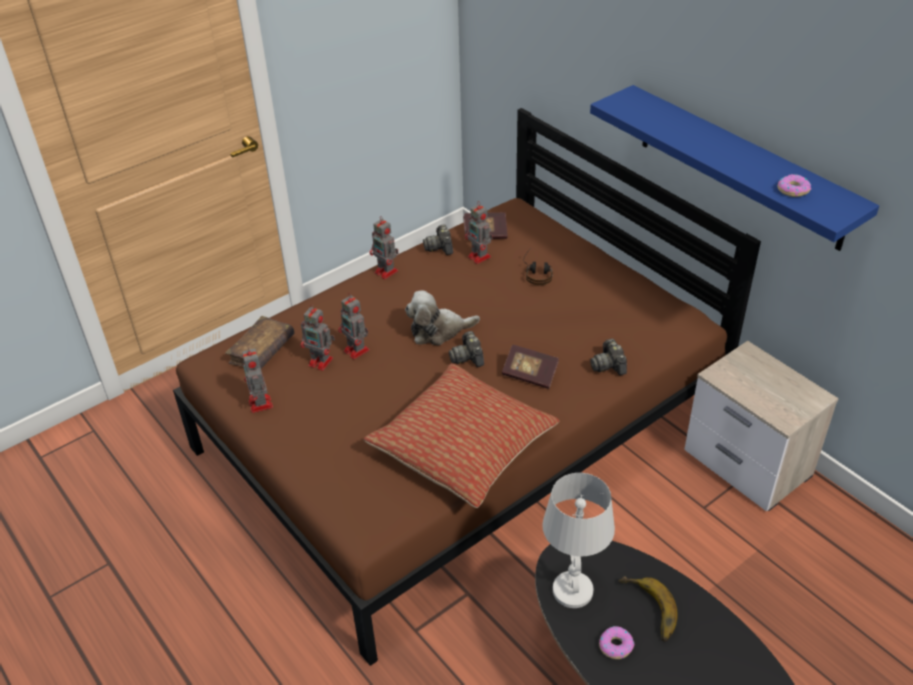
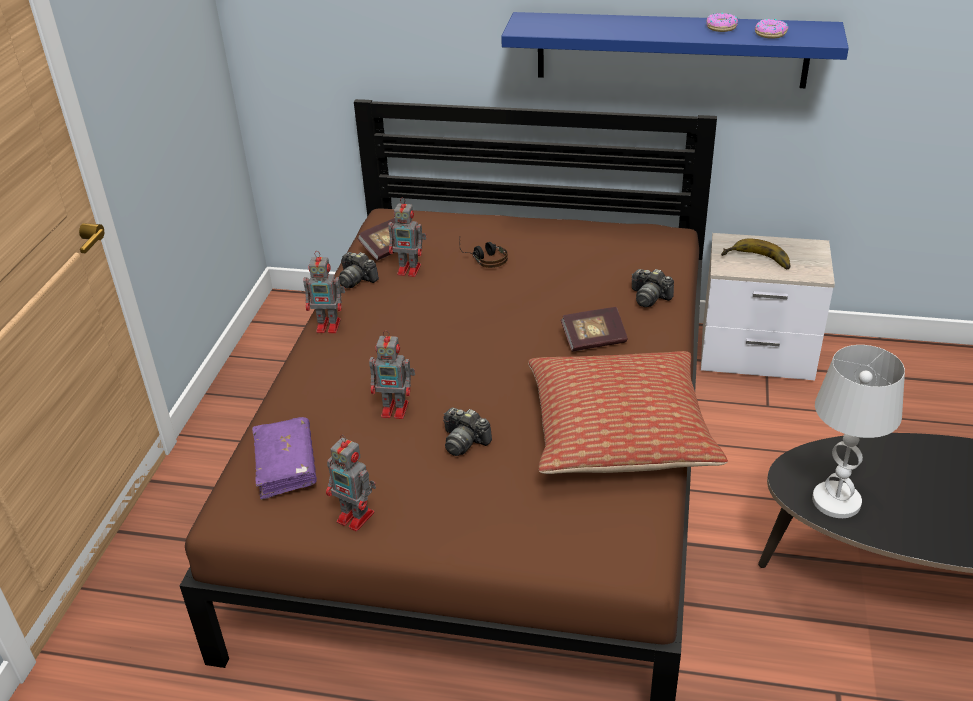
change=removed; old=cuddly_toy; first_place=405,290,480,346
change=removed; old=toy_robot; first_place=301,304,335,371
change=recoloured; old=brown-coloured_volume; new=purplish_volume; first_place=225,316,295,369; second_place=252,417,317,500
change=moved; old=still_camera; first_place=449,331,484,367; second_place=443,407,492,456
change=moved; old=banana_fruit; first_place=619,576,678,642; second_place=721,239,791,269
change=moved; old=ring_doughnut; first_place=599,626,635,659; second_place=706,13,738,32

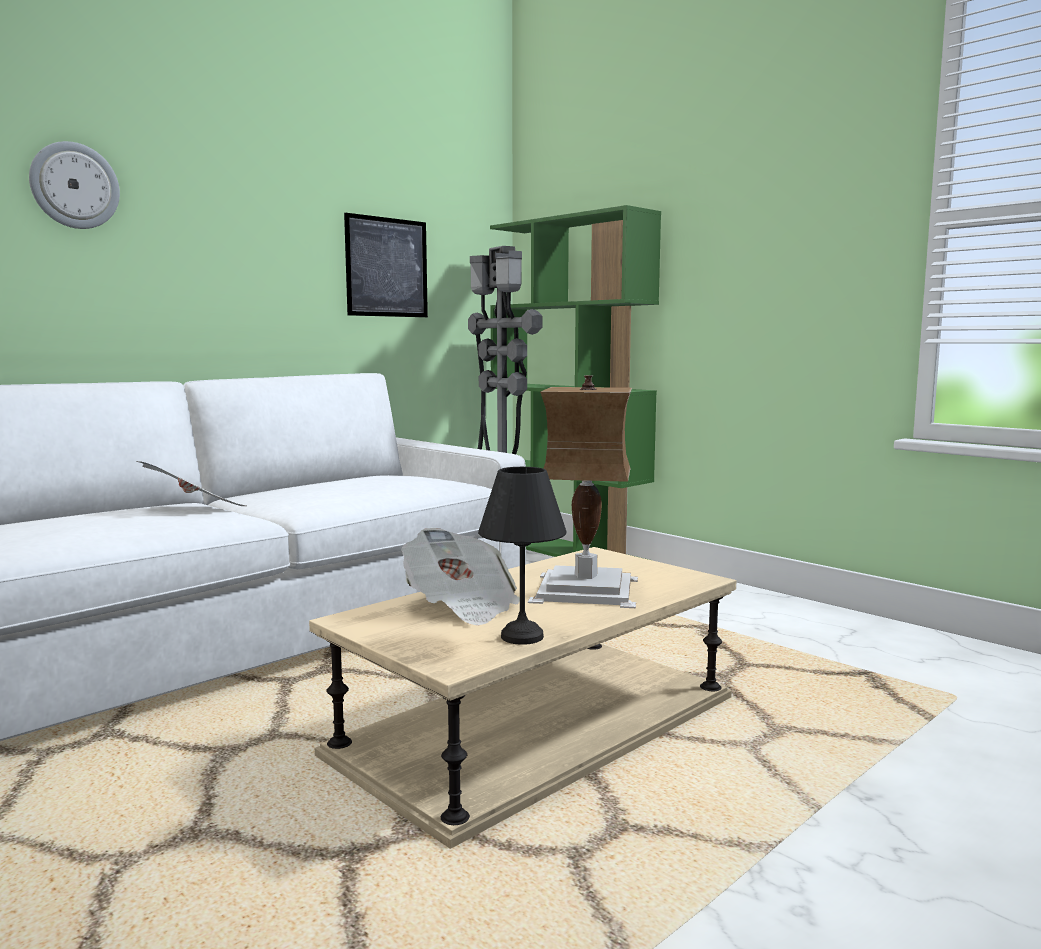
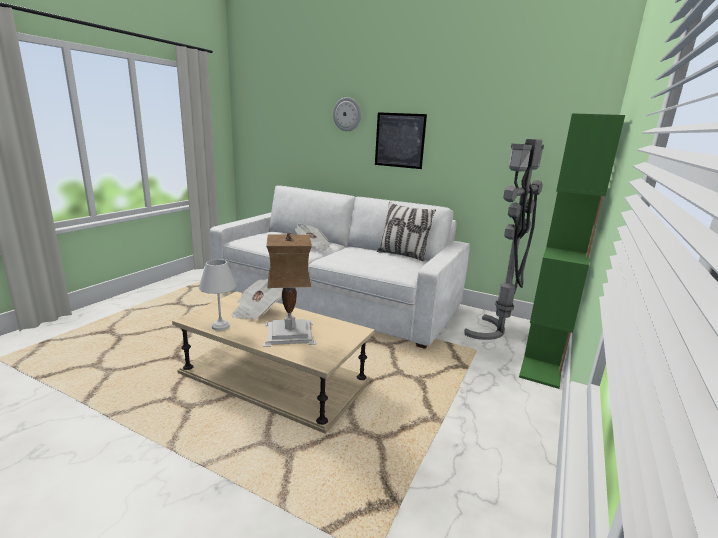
change=moved; old=wall_picture; first_place=344,213,428,317; second_place=375,112,427,169
change=recoloured; old=black-coloured_table_lamp; new=whitish_table_lamp; first_place=478,467,566,645; second_place=199,259,237,331
change=added; new=cushion; second_place=377,202,436,261

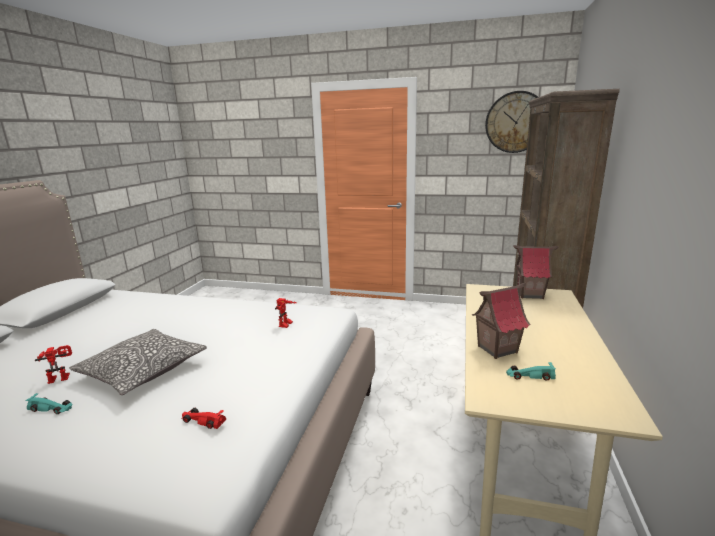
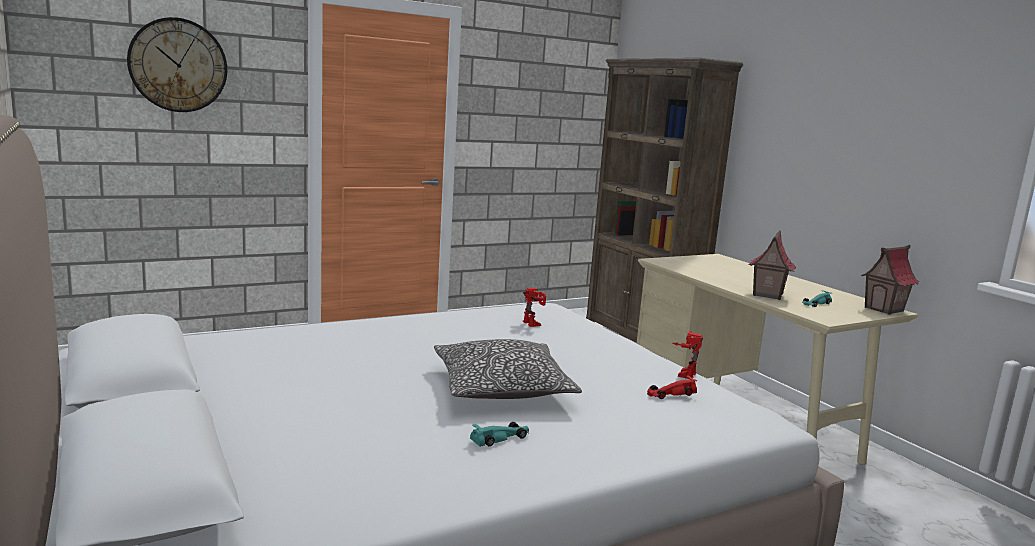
change=moved; old=hanging_clock; first_place=485,91,539,153; second_place=127,17,227,112
change=moved; old=miniature_house; first_place=513,245,559,299; second_place=861,245,919,315
change=moved; old=toy_robot; first_place=35,345,72,384; second_place=672,331,703,379

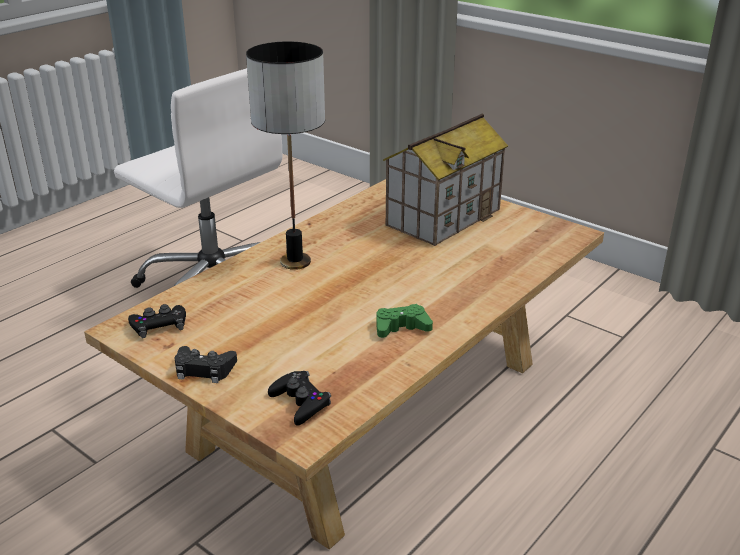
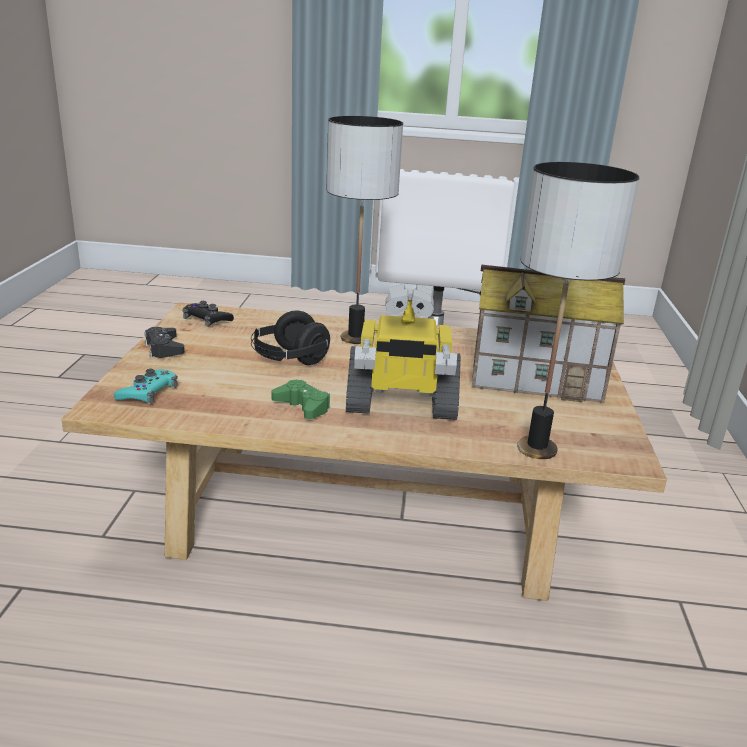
change=recoloured; old=black-coloured_gamepad; new=turquoise-coloured_gamepad; first_place=268,371,331,426; second_place=114,369,178,404
change=added; new=table_lamp; second_place=517,162,639,459
change=added; new=toy_robot; second_place=346,284,461,420
change=added; new=black-coloured_headset; second_place=251,311,330,365

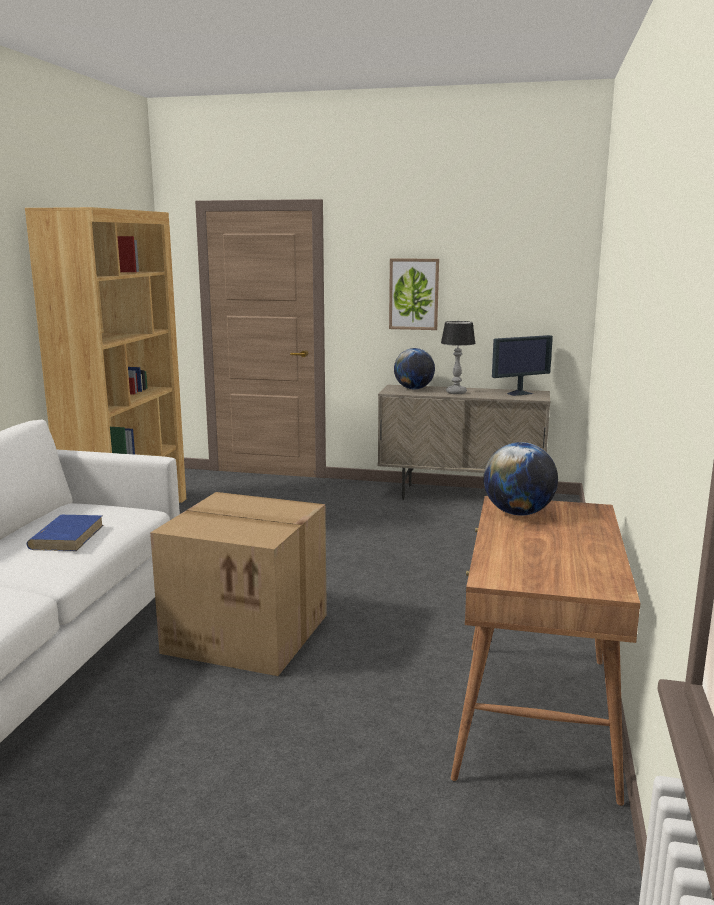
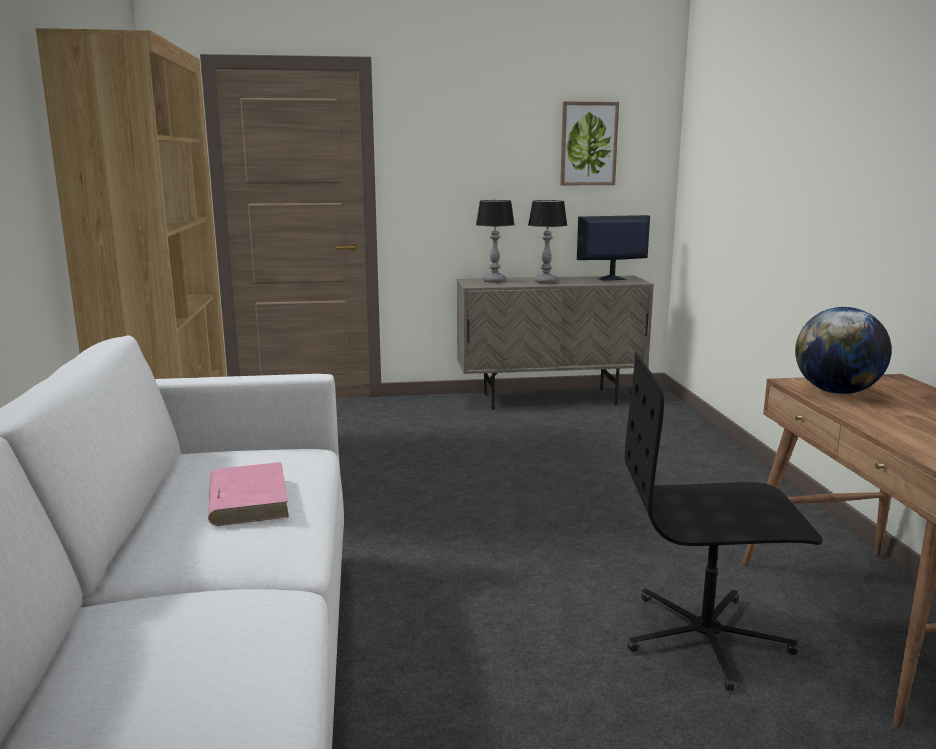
change=moved; old=wall_picture; first_place=389,258,439,330; second_place=560,102,619,185
change=turned; old=computer_display; first_place=492,335,553,396; second_place=577,215,650,281; degrees=-150
change=replaced; old=world_globe; new=table_lamp; first_place=394,348,435,389; second_place=476,200,515,283
change=removed; old=carton; first_place=150,492,327,676
change=recoloured; old=blue_volume; new=pink_volume; first_place=26,515,104,551; second_place=208,462,289,526
change=added; new=black-coloured_computer_chair; second_place=625,352,823,691

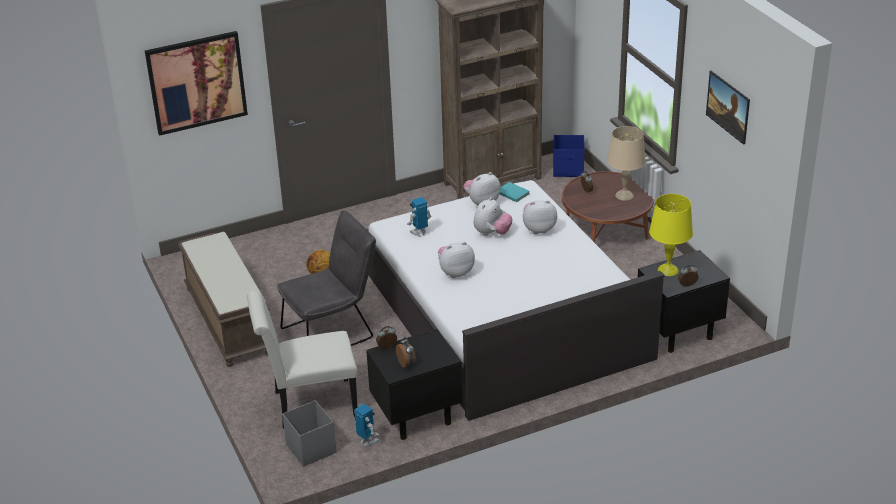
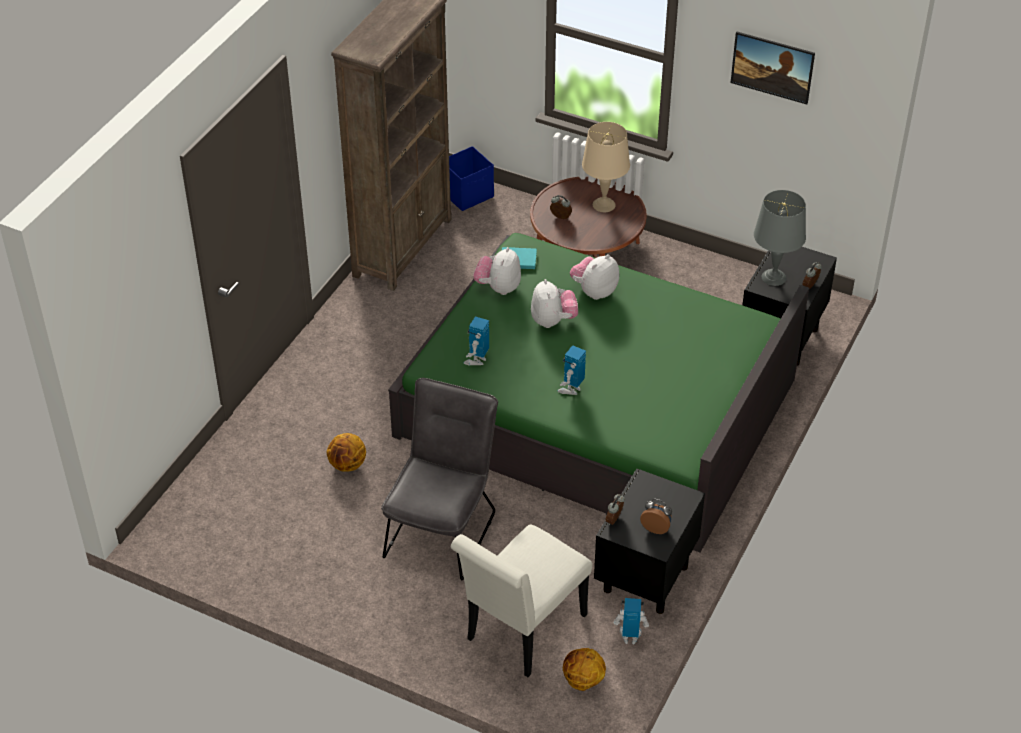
change=removed; old=wall_picture; first_place=145,31,248,136
change=recoloured; old=whitish_sleeping_bed; new=green_sleeping_bed; first_place=367,180,664,421; second_place=388,233,809,552
change=recoloured; old=yellowish_table_lamp; new=greyish_table_lamp; first_place=649,194,693,276; second_place=754,190,806,286
change=removed; old=brown-coloured_indoor_bench; first_place=178,232,270,367
change=replaced; old=cuddly_toy; new=toy_robot; first_place=438,242,475,278; second_place=558,345,586,395
change=replaced; old=greyish_storage_container; new=basketball_ball; first_place=282,400,337,466; second_place=563,648,606,691

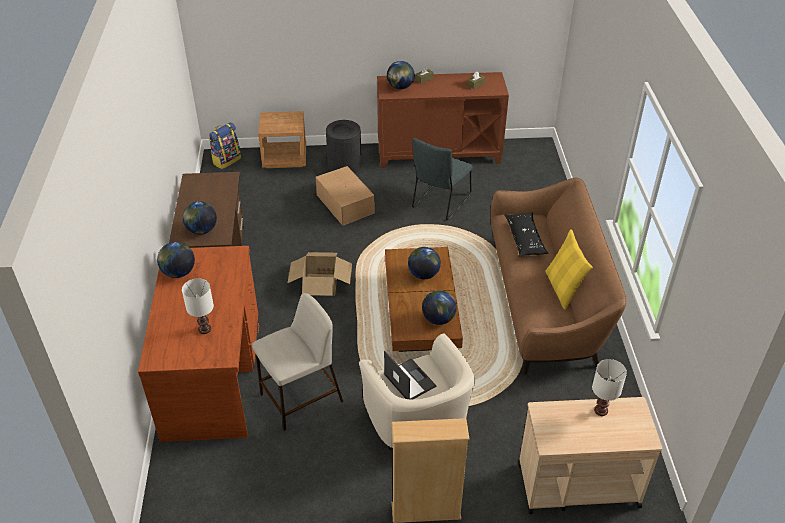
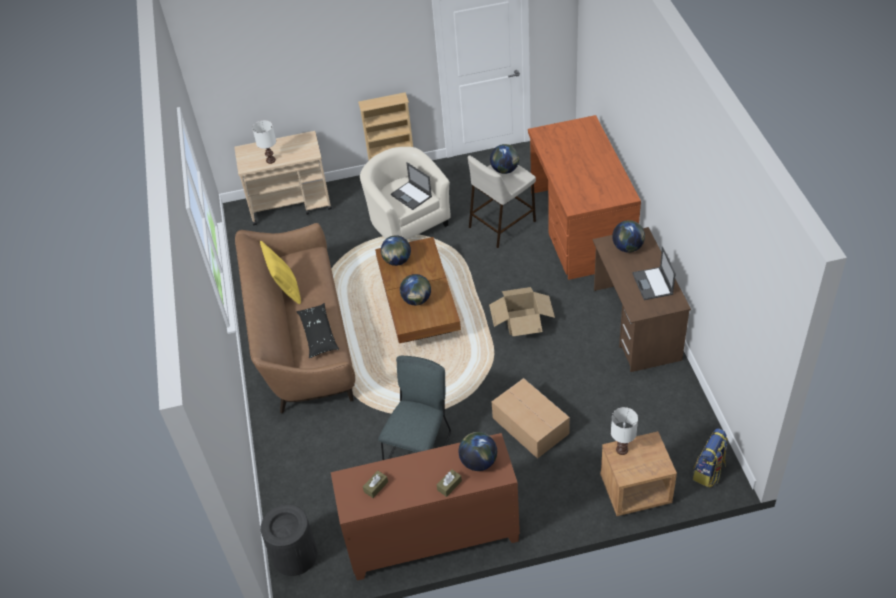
change=moved; old=black-coloured_waste_bin; first_place=326,120,362,174; second_place=261,504,317,576
change=moved; old=world_globe; first_place=157,242,195,278; second_place=490,144,519,174
change=moved; old=whitish_table_lamp; first_place=182,278,214,334; second_place=611,407,638,455
change=added; new=notebook_computer; second_place=632,247,676,300

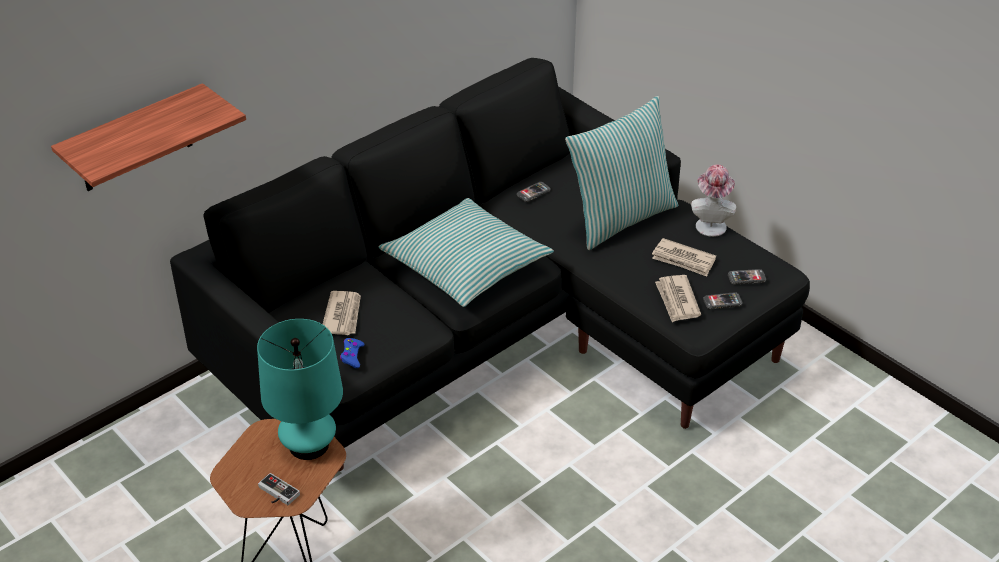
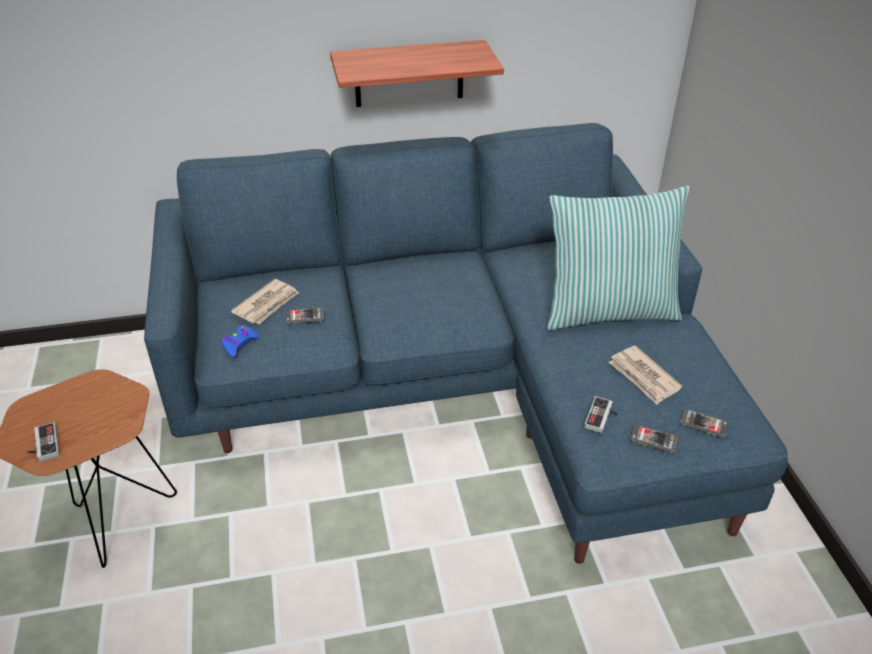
change=recoloured; old=black-coloured_sofa; new=blue_sofa; first_place=170,58,810,471; second_place=144,123,788,564
change=moved; old=bracket_shelf; first_place=51,83,246,191; second_place=330,40,504,107
change=removed; old=wearable_hat; first_place=691,165,736,237
change=moved; old=phone; first_place=517,182,550,202; second_place=285,307,325,324
change=removed; old=cushion; first_place=379,198,554,307
change=replaced; old=printed_paper; new=gamepad; first_place=655,275,701,322; second_place=584,396,618,433
change=removed; old=turquoise-coloured_table_lamp; first_place=257,319,343,460

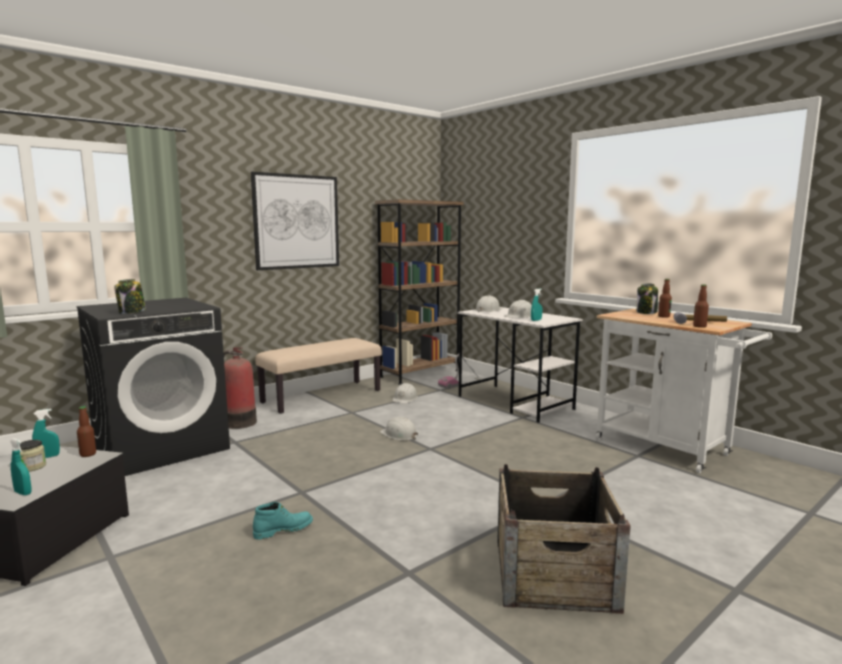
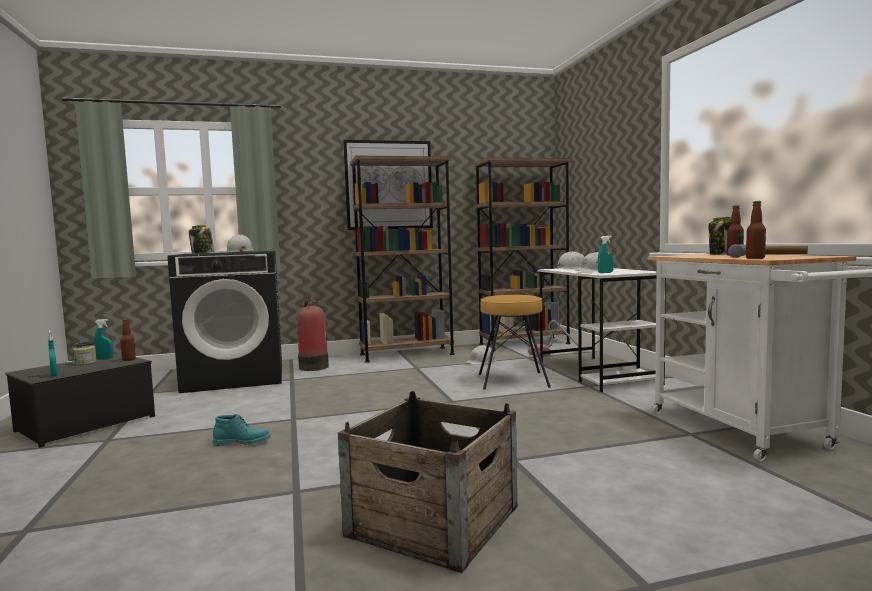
change=replaced; old=beige_indoor_bench; new=brown-coloured_shelving_unit; first_place=255,338,382,414; second_place=350,156,455,363
change=moved; old=whitish_hard_hat; first_place=380,417,418,441; second_place=226,234,253,252
change=added; new=brown-coloured_sitting_stool; second_place=479,295,551,390

